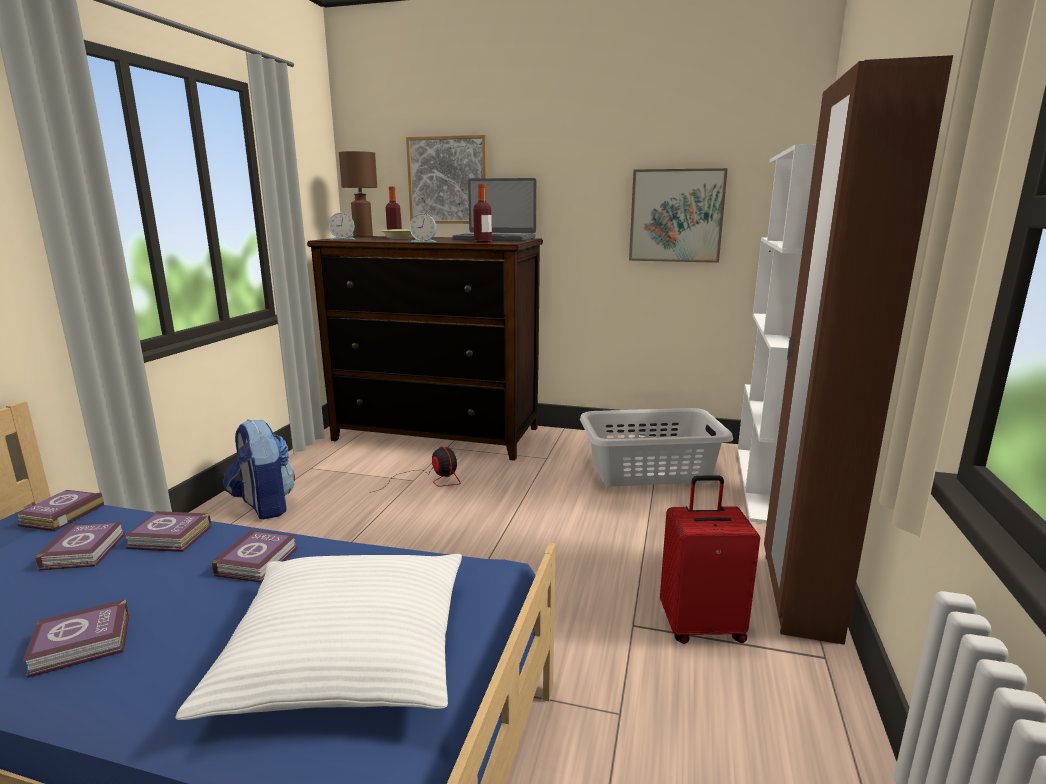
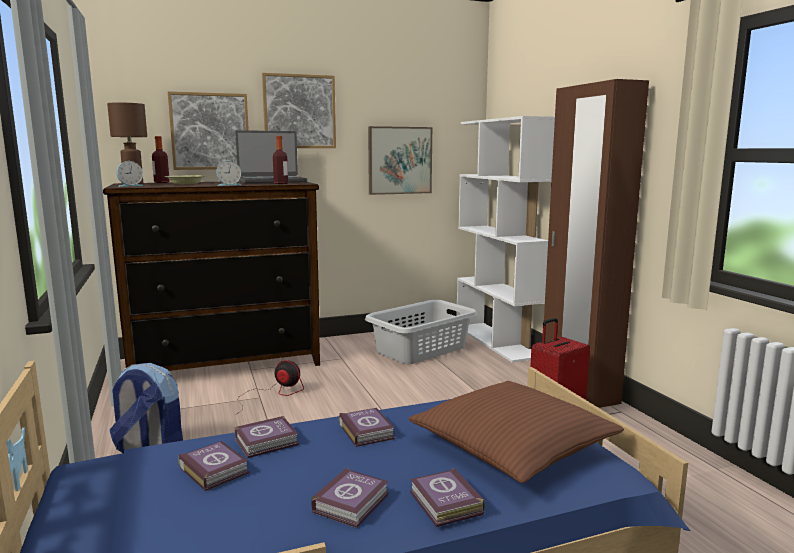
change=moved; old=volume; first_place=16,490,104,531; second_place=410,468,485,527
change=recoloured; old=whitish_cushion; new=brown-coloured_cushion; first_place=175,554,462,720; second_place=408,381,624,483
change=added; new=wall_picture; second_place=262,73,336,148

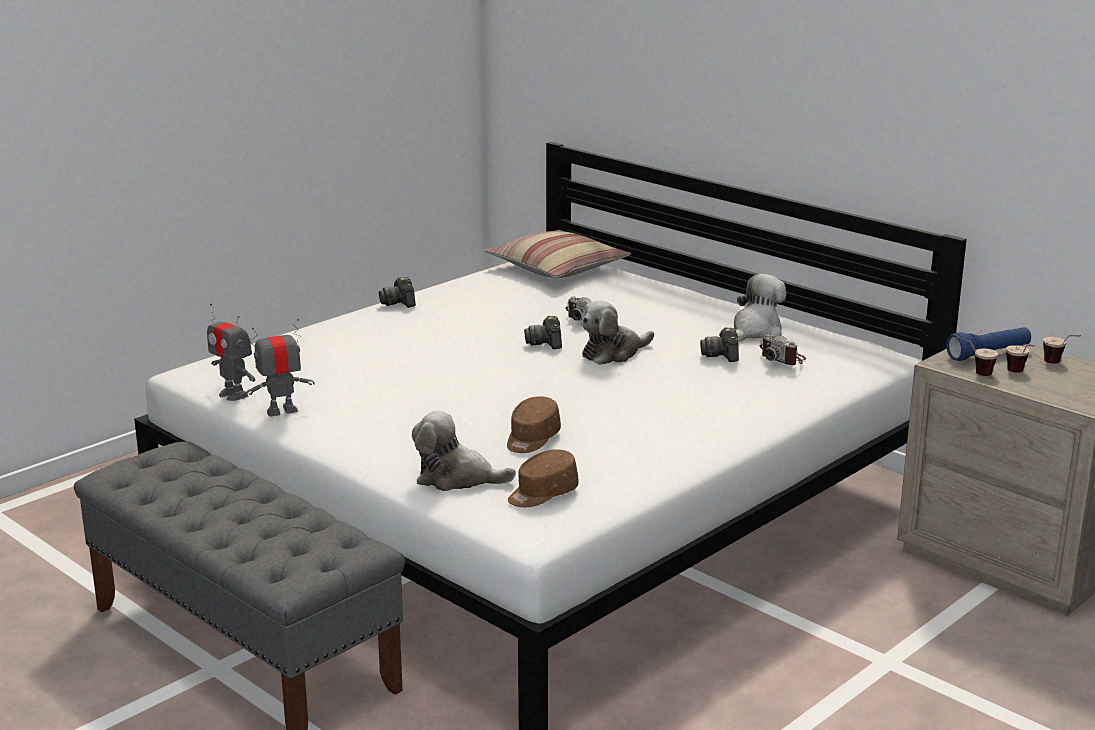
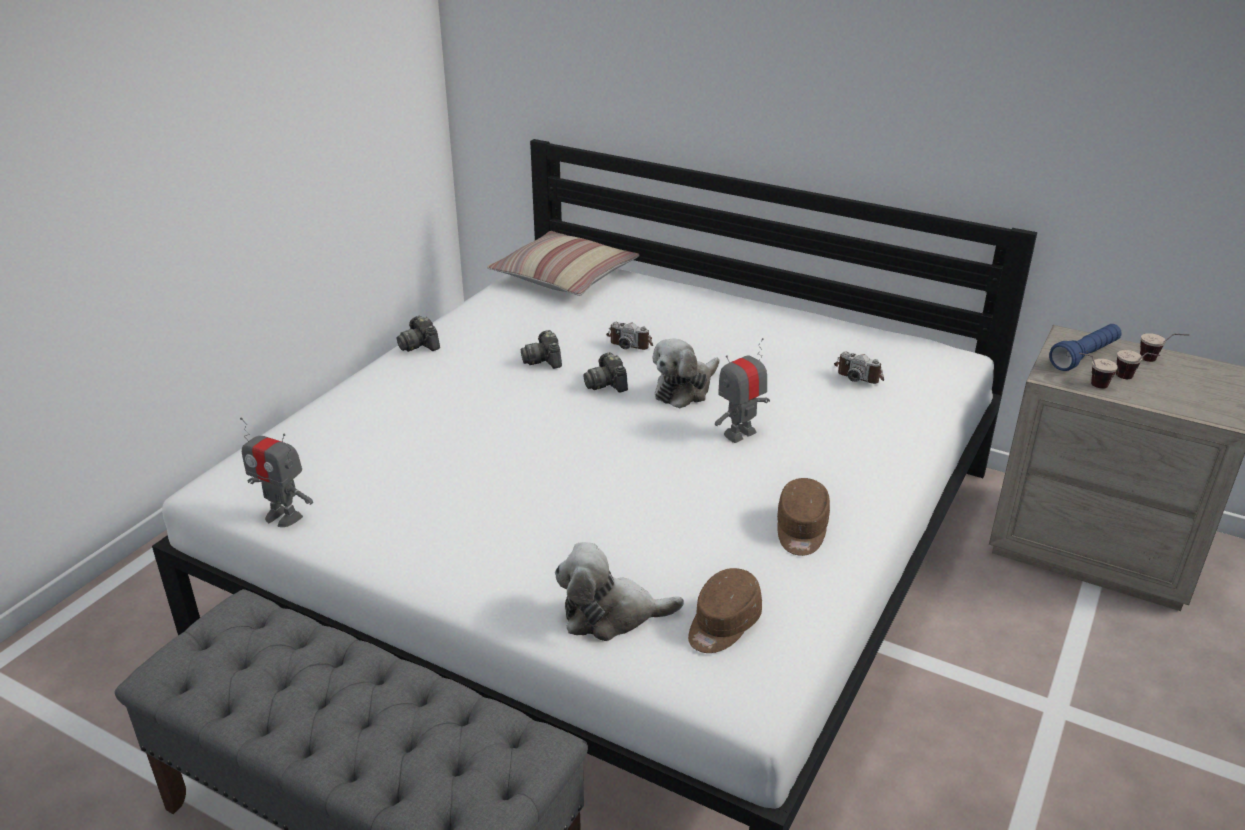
change=removed; old=cuddly_toy; first_place=734,274,786,342
change=moved; old=toy_robot; first_place=246,319,315,417; second_place=715,338,770,443
change=moved; old=still_camera; first_place=700,327,739,362; second_place=521,330,562,369
change=moved; old=brown-coloured_baseball_cap; first_place=507,396,561,453; second_place=777,478,830,556

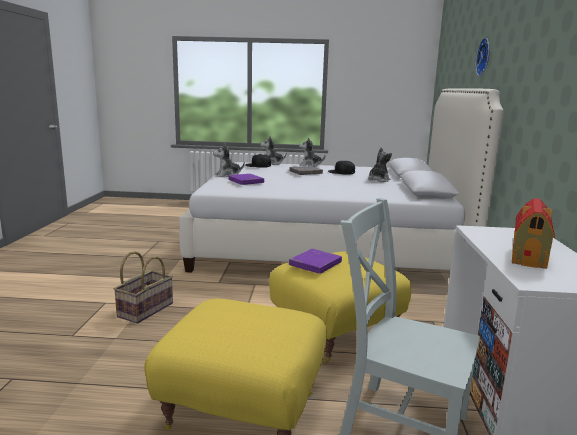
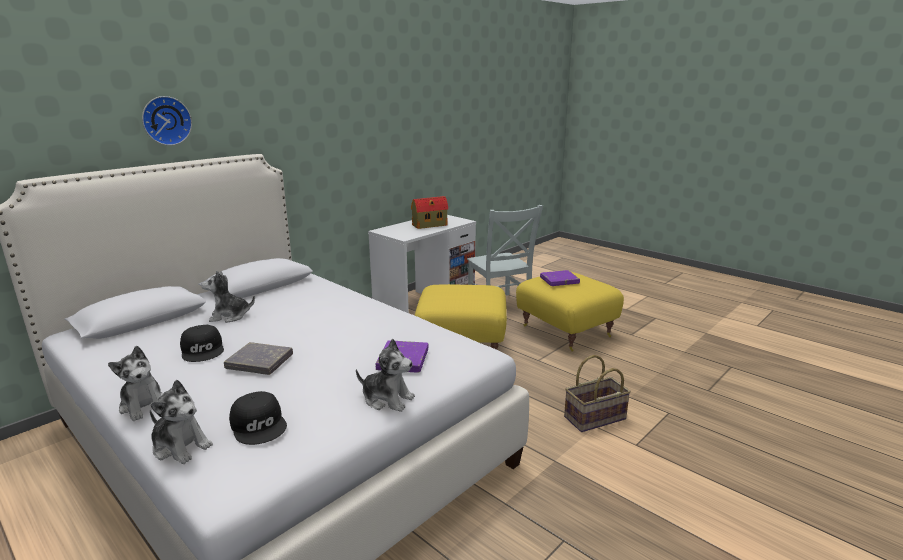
change=moved; old=purplish_volume; first_place=289,249,342,274; second_place=540,270,580,286

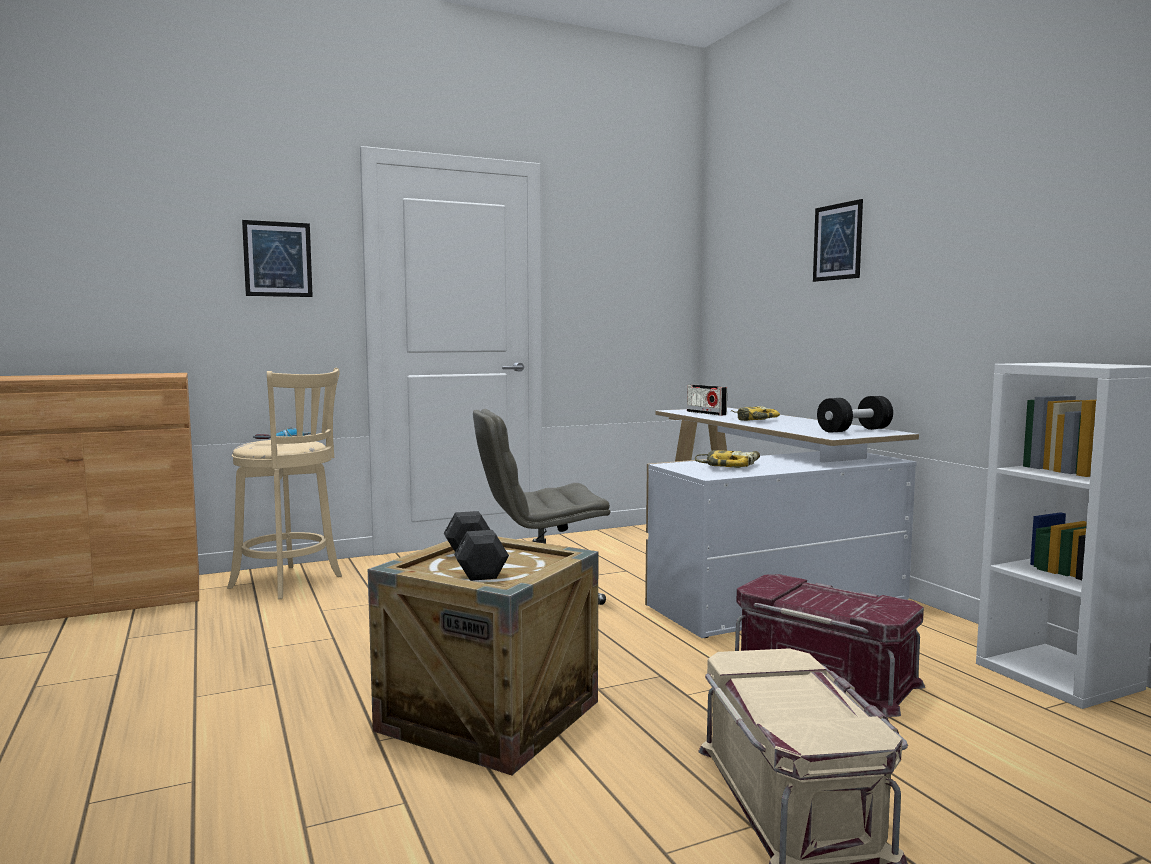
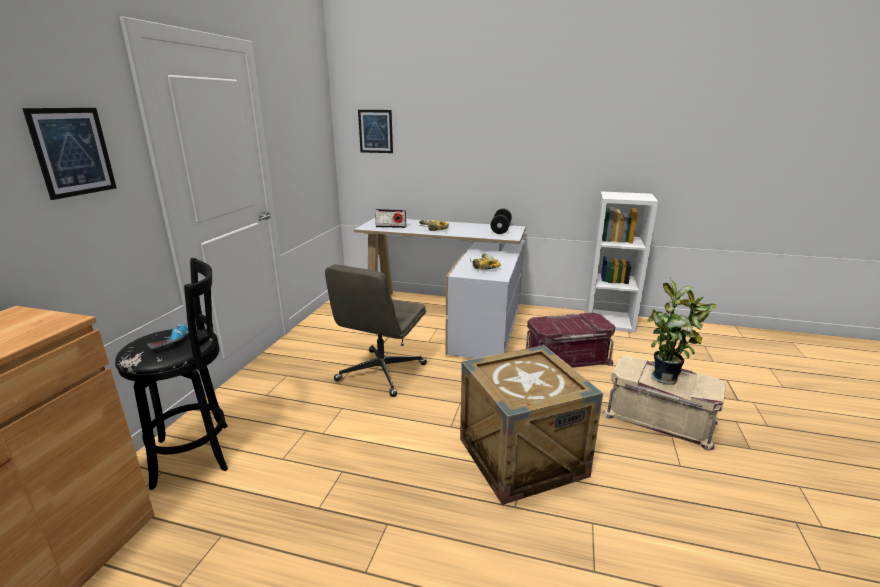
change=moved; old=wall_picture; first_place=813,199,863,282; second_place=358,110,393,153
change=recoloured; old=beige_sitting_stool; new=black-coloured_sitting_stool; first_place=227,368,342,599; second_place=115,258,228,490
change=removed; old=greyish_hand_weight; first_place=444,511,509,581
change=added; new=plant_in_a_pot; second_place=648,278,717,384

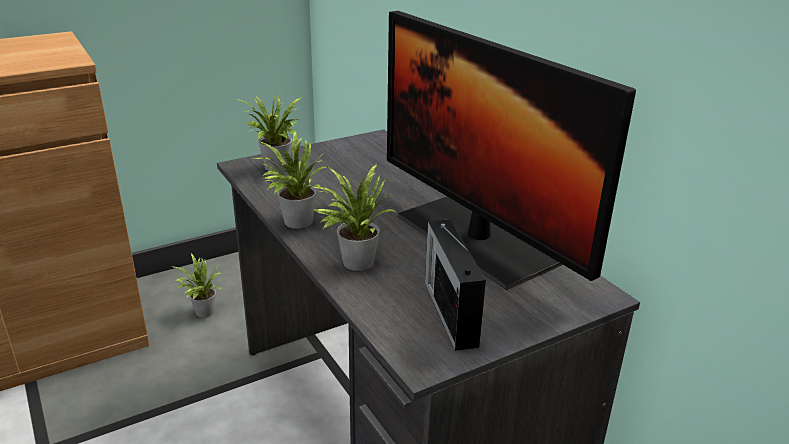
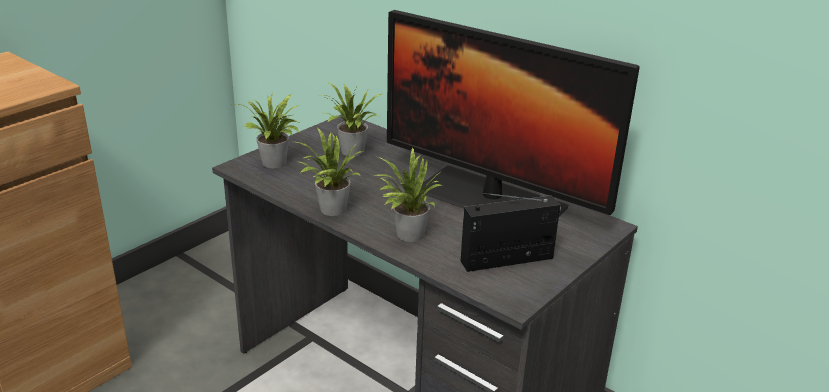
change=turned; old=radio; first_place=425,219,486,351; second_place=461,193,561,272; degrees=105
change=moved; old=plant_in_a_pot; first_place=175,253,221,317; second_place=318,82,382,156

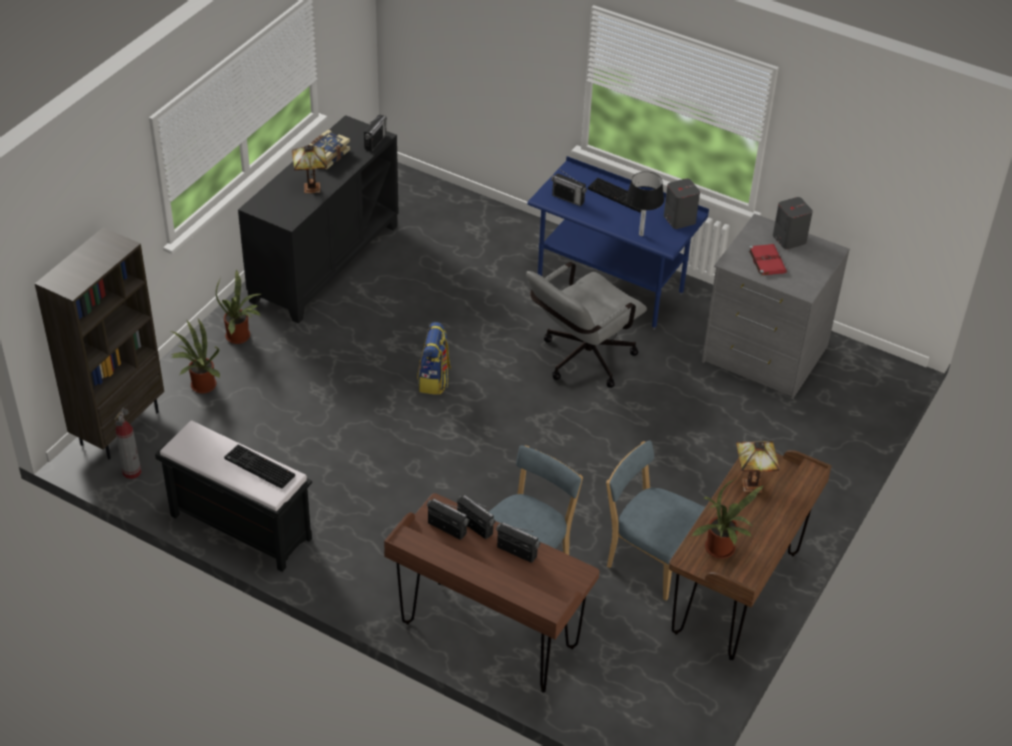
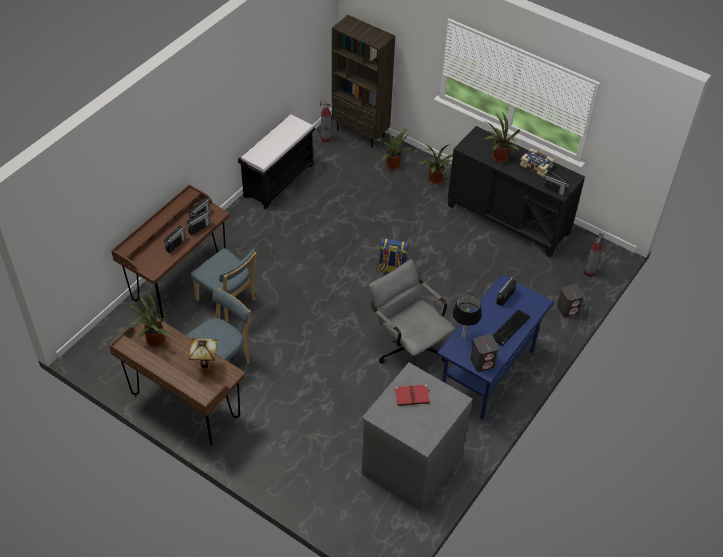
change=replaced; old=table_lamp; new=plant_in_a_pot; first_place=292,145,327,193; second_place=485,112,520,162
change=moved; old=greyish_loudspeaker; first_place=773,197,813,249; second_place=557,284,584,317
change=removed; old=computer_keyboard; first_place=224,444,295,489
change=added; new=extinguisher; second_place=584,233,605,277

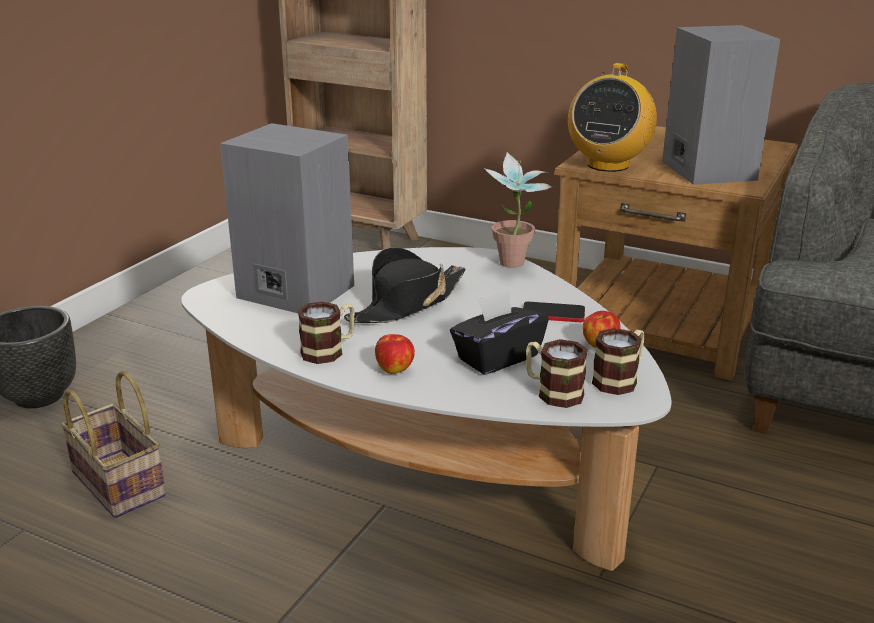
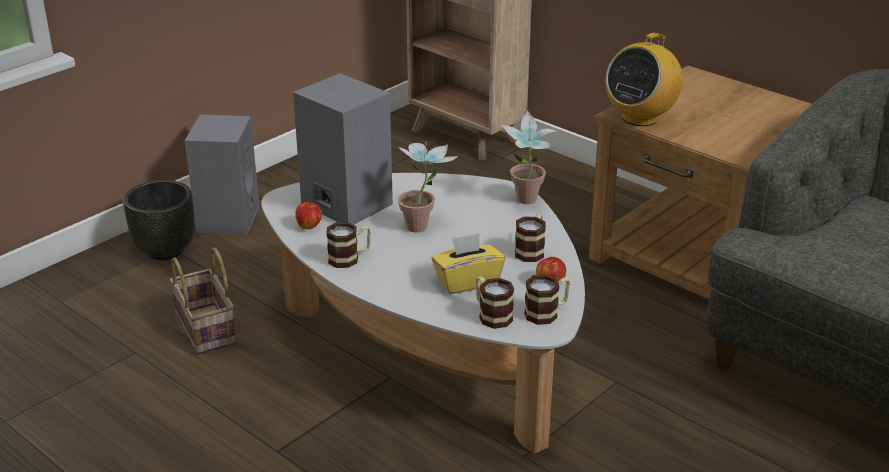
change=moved; old=greyish_loudspeaker; first_place=662,25,780,185; second_place=184,115,259,235
change=replaced; old=black-coloured_wearable_hat; new=plant_in_a_pot; first_place=344,247,466,323; second_place=398,142,458,233
change=recoloured; old=black-coloured_box_of_tissues; new=yellowish_box_of_tissues; first_place=450,290,549,375; second_place=431,233,505,294
change=replaced; old=phone; new=tea_mug; first_place=523,302,585,322; second_place=515,214,546,262
change=moved; old=apple; first_place=375,334,415,374; second_place=295,202,322,229

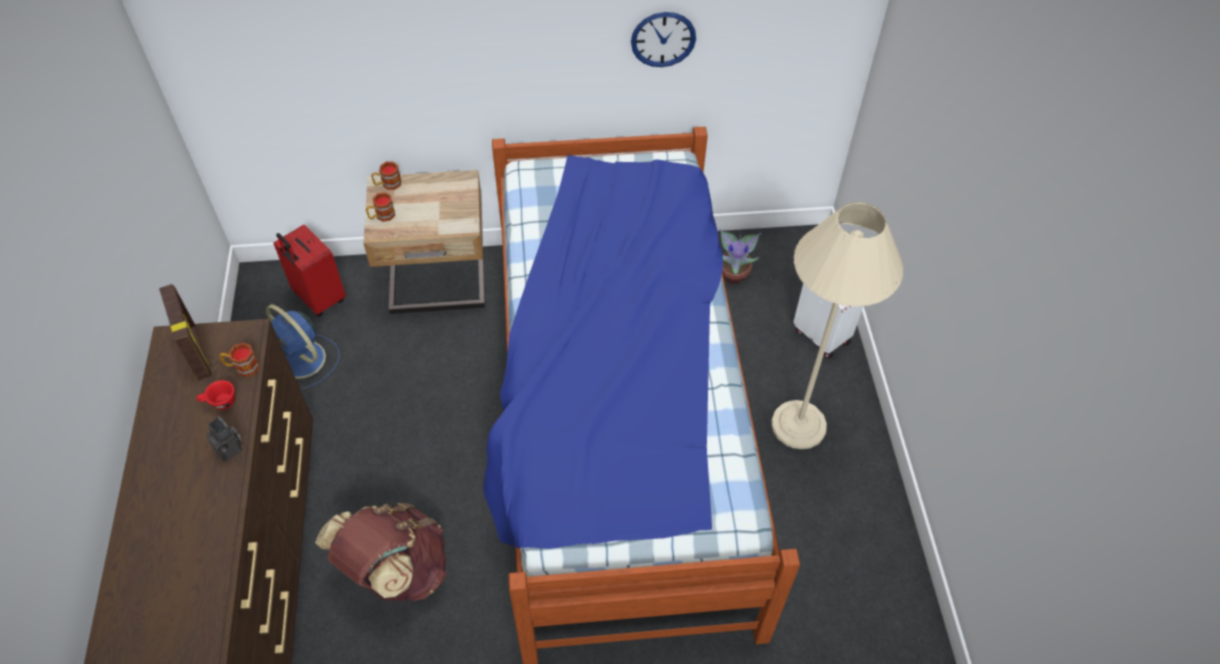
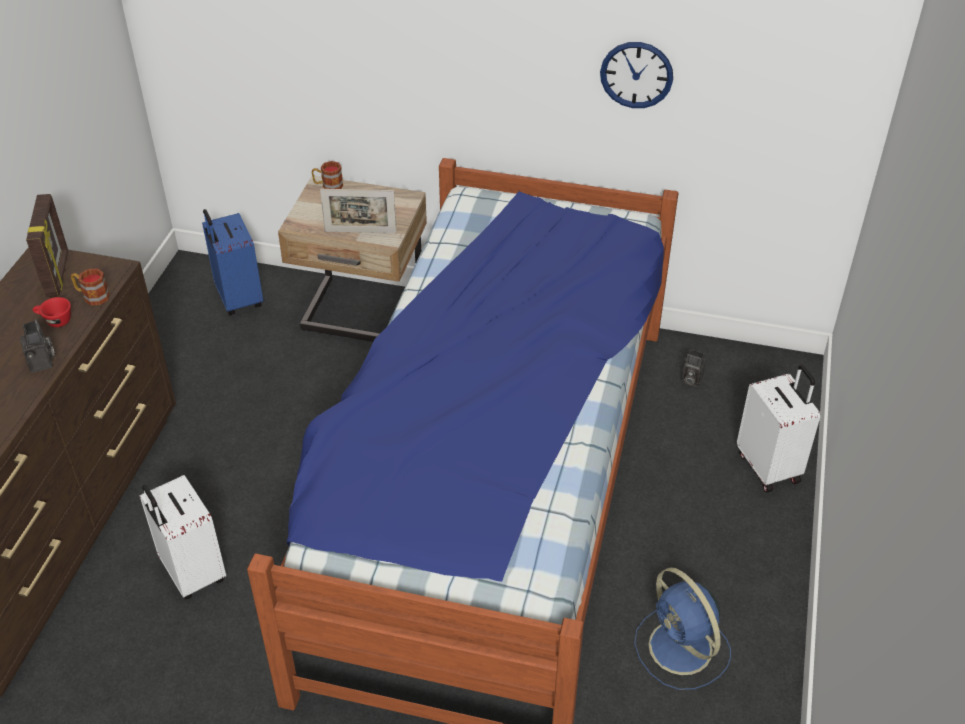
change=removed; old=tea_mug; first_place=366,192,395,222
change=removed; old=beige_floor_lamp; first_place=771,202,903,449
change=recoloured; old=reddish_piece_of_luggage; new=blue_piece_of_luggage; first_place=273,225,346,317; second_place=202,209,263,315
change=replaced; old=plant_in_a_pot; new=still_camera; first_place=719,229,761,284; second_place=682,349,706,387
change=moved; old=blue_cooling_fan; first_place=266,304,340,389; second_place=634,568,731,690
change=replaced; old=brown-coloured_knapsack; new=whitish_piece_of_luggage; first_place=315,503,447,601; second_place=139,475,226,599
change=added; new=standing_frame; second_place=320,189,397,233

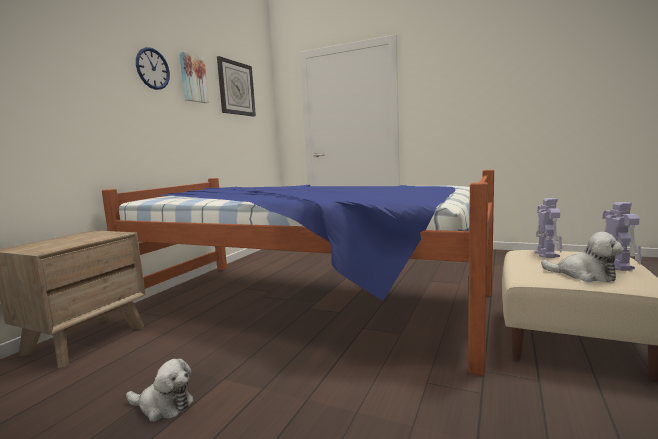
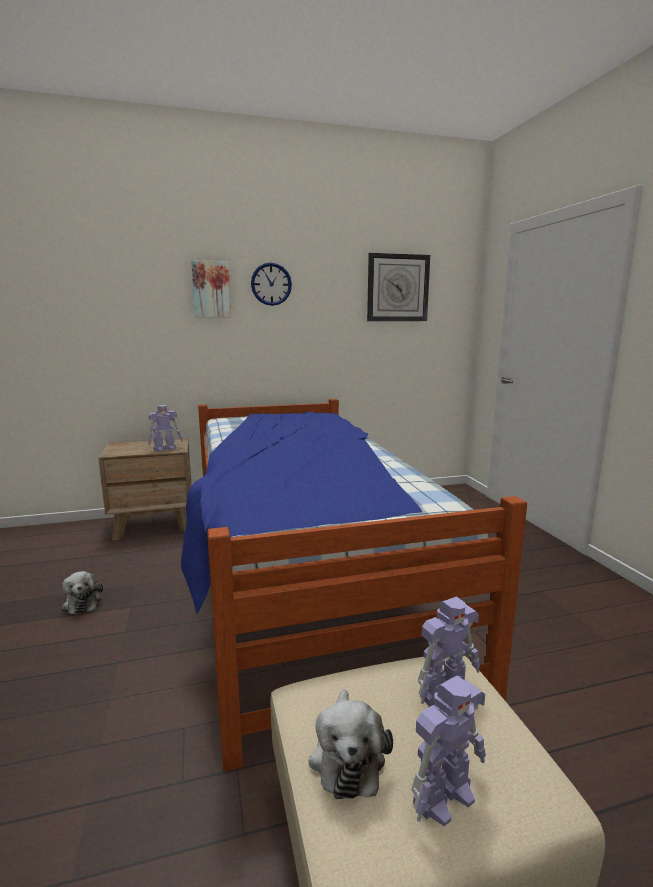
change=moved; old=wall_picture; first_place=179,51,209,103; second_place=191,260,231,317
change=added; new=toy_robot; second_place=148,405,183,452

